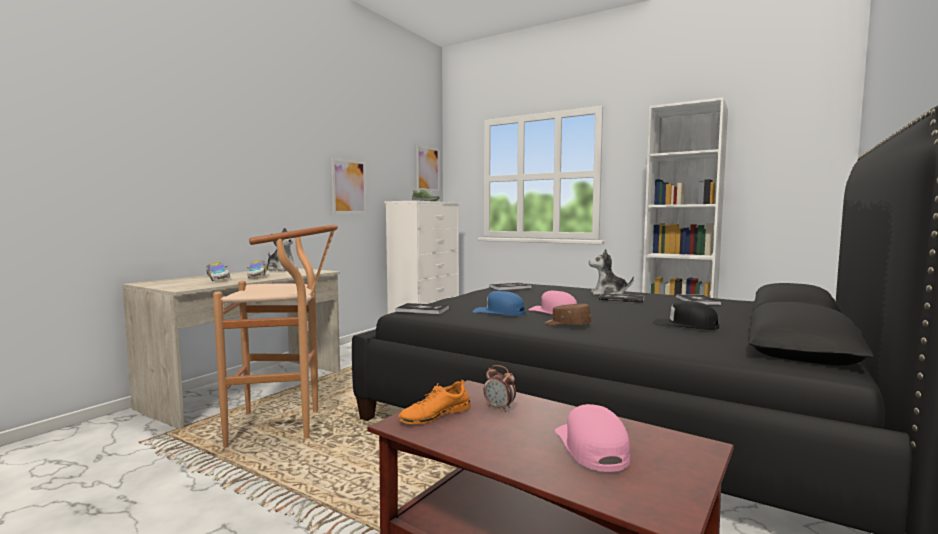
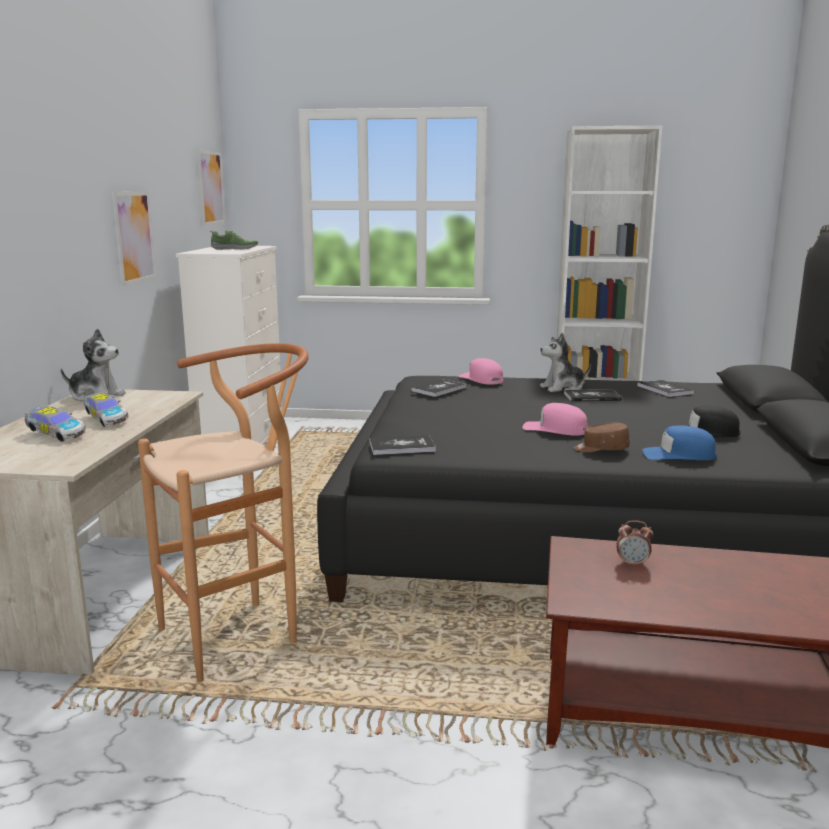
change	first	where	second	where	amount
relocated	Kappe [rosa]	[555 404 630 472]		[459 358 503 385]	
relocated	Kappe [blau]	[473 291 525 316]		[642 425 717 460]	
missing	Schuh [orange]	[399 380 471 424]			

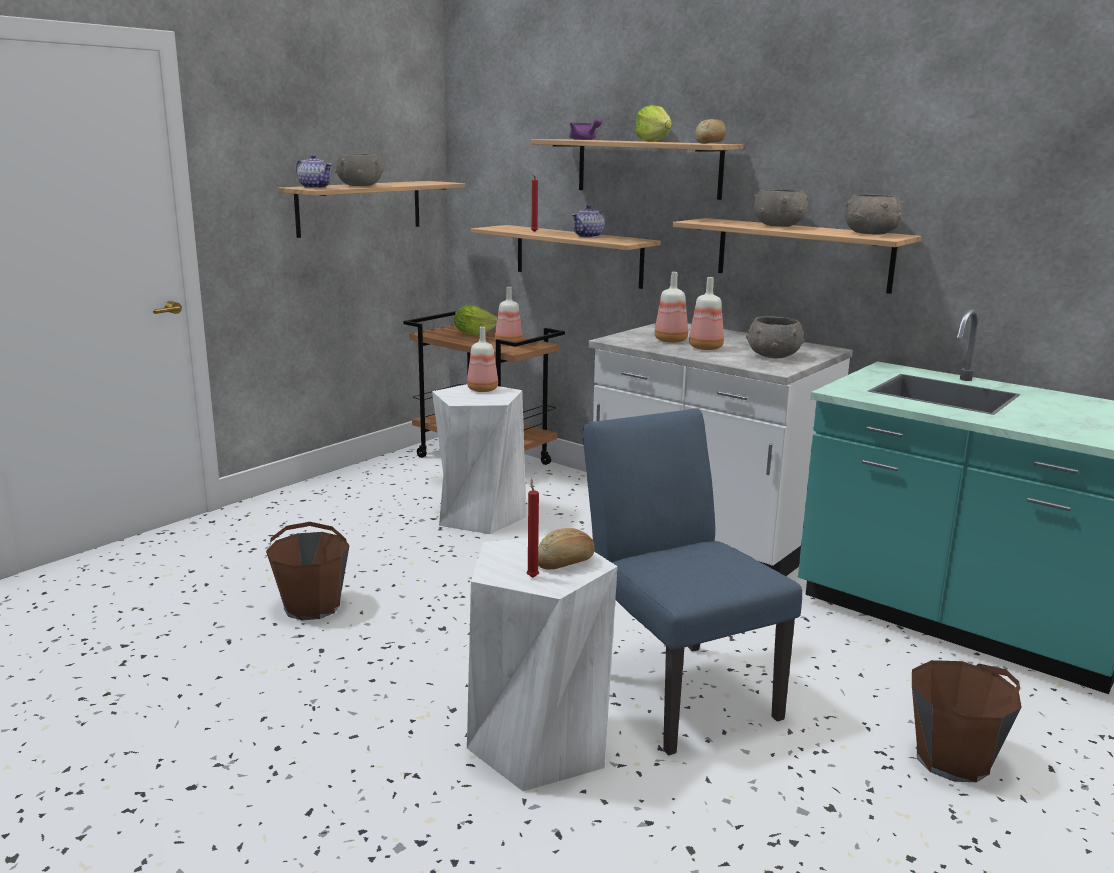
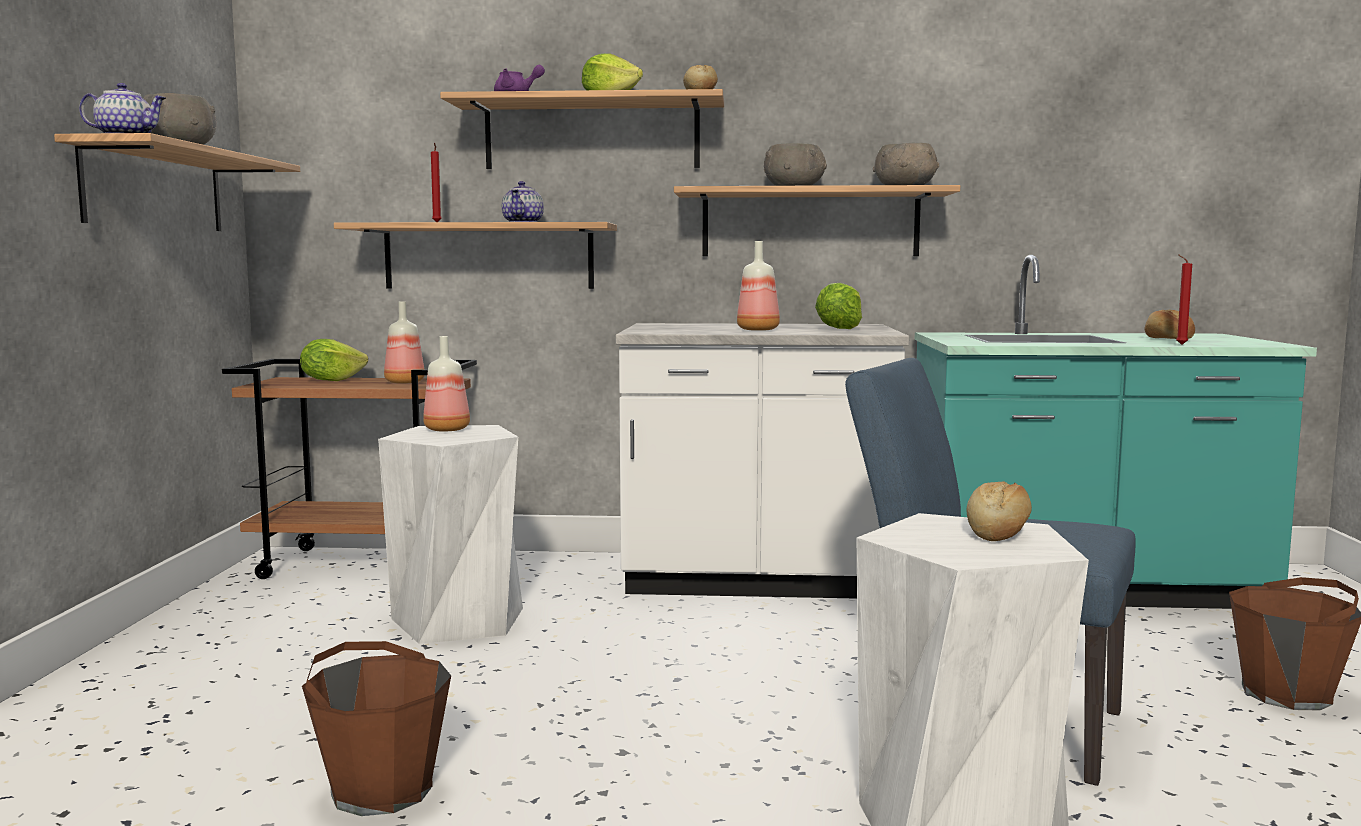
change	first	where	second	where	amount
exchanged	Schüssel [grau]	[746 316 805 358]	Salatkopf	[815 283 862 329]	
appeared			Brot	[1144 310 1195 339]	
relocated	Kerze [rot]	[527 479 539 578]		[1176 254 1192 345]	
missing	Flasche	[655 272 688 343]			

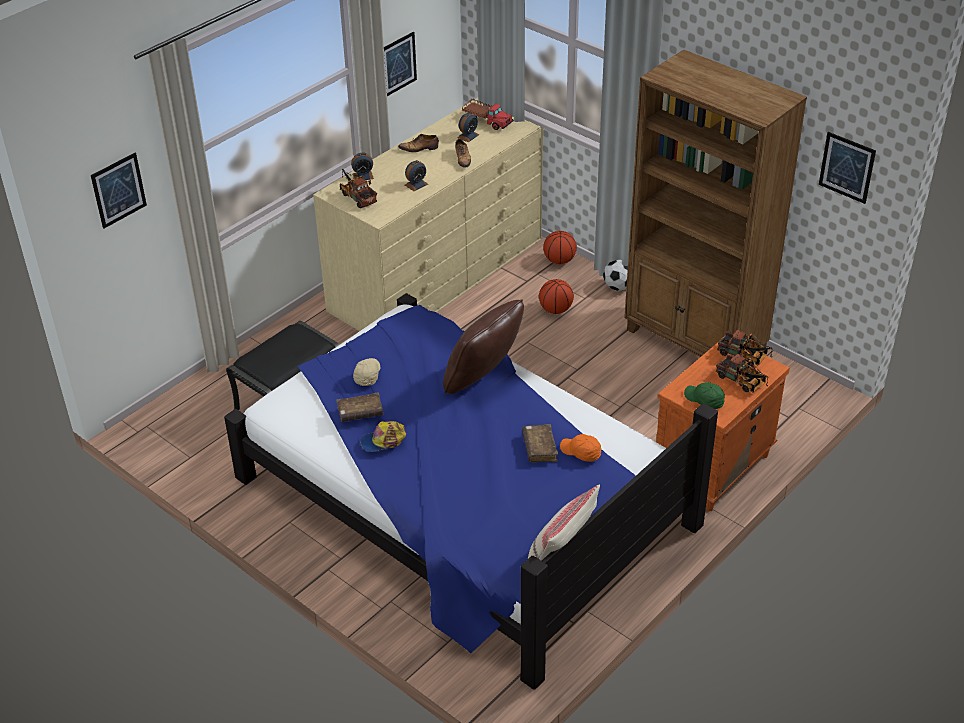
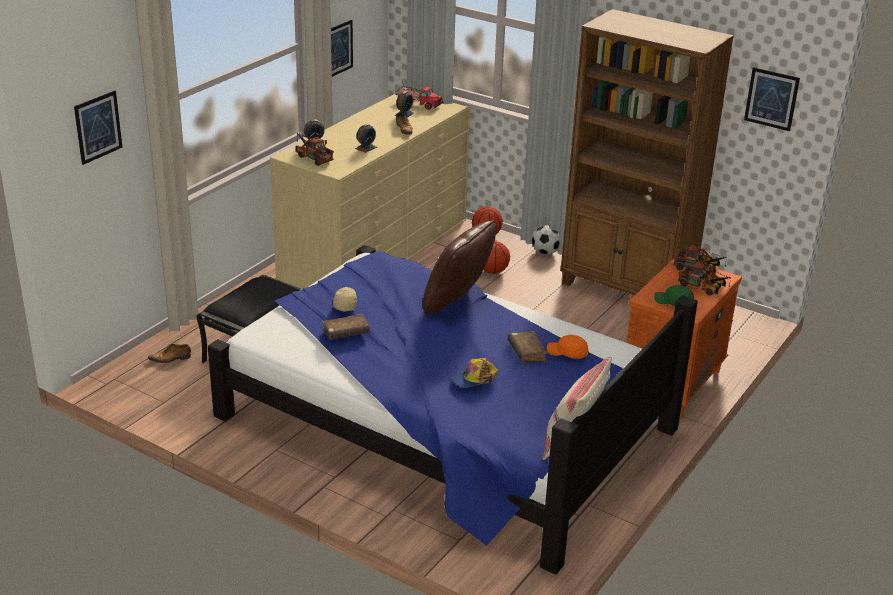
change	first	where	second	where	amount
relocated	Schuh	[398 134 439 152]		[148 344 191 363]	
relocated	Kappe	[360 421 406 452]		[452 358 498 387]	

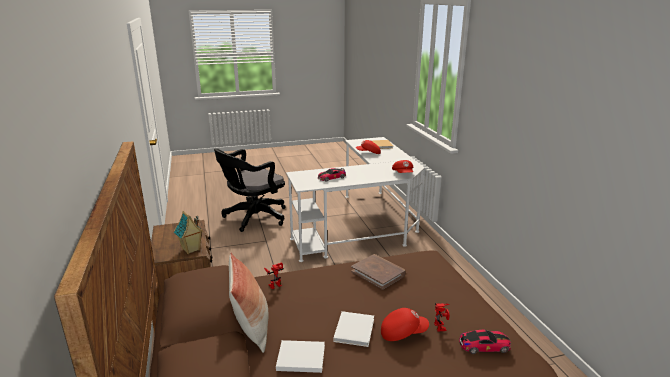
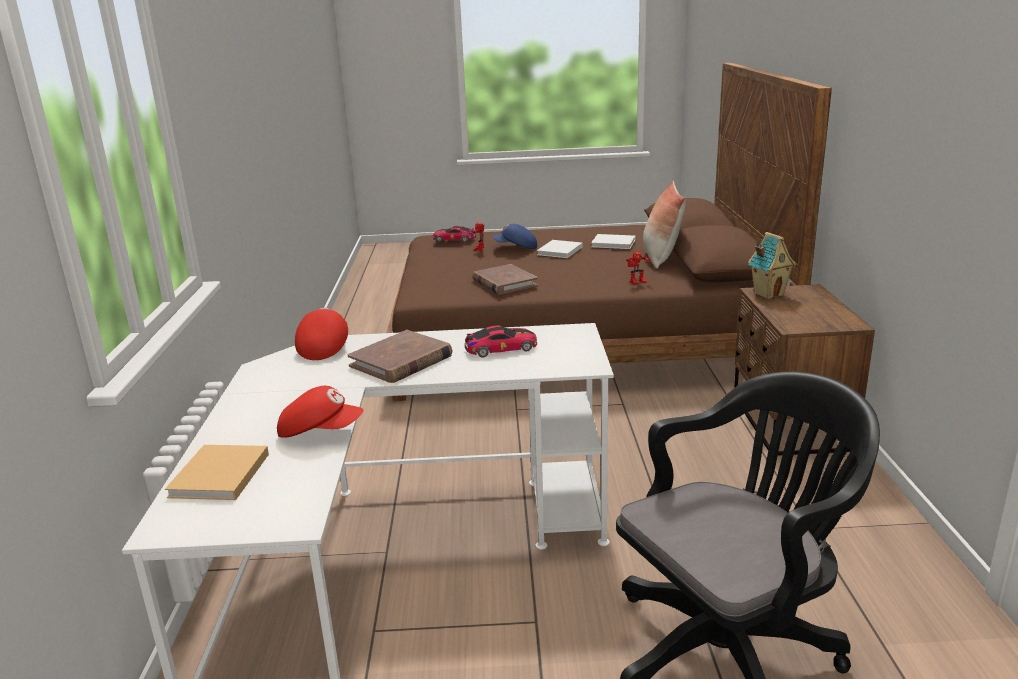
change	first	where	second	where	amount
appeared			Buch [braun]	[347 330 452 383]	
colour	Kappe [rot]	[381 308 429 341]	Kappe [blau]	[493 224 537 249]	

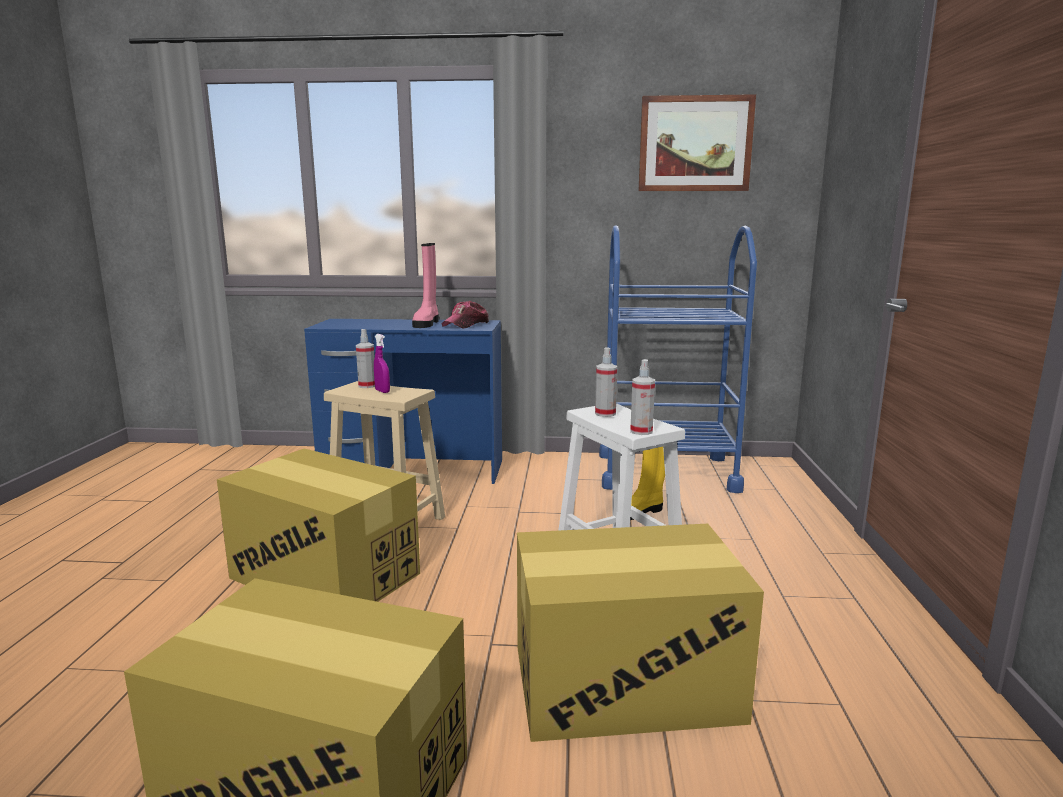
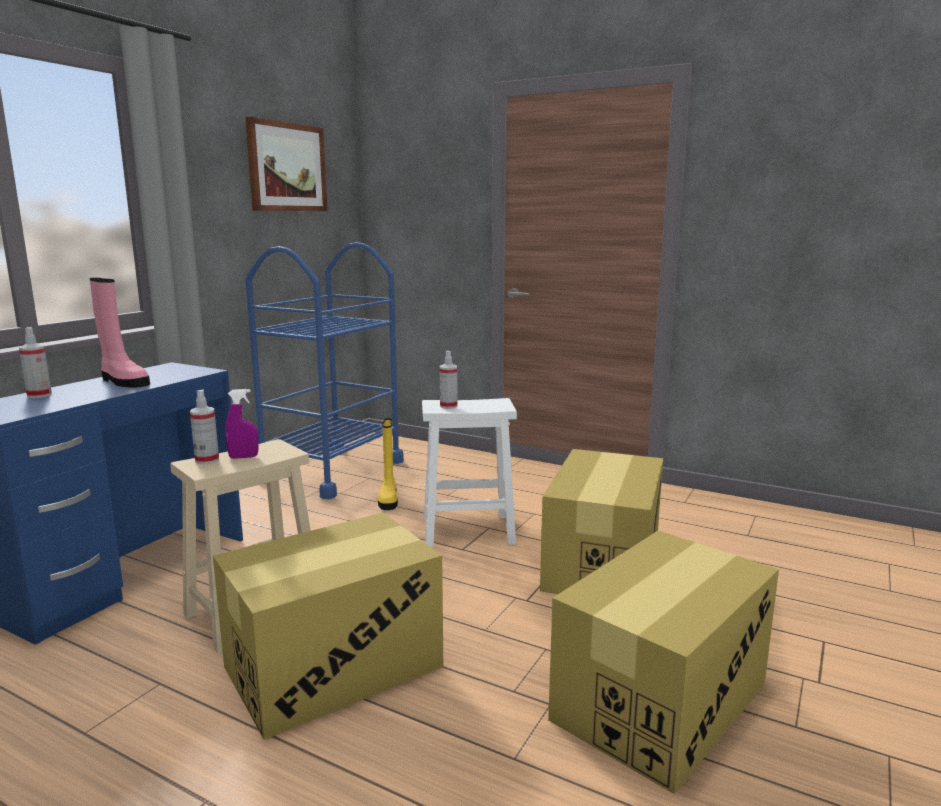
change	first	where	second	where	amount
relocated	Sprühflasche	[630 359 655 435]		[19 327 52 398]	
missing	Kappe	[442 301 489 328]			

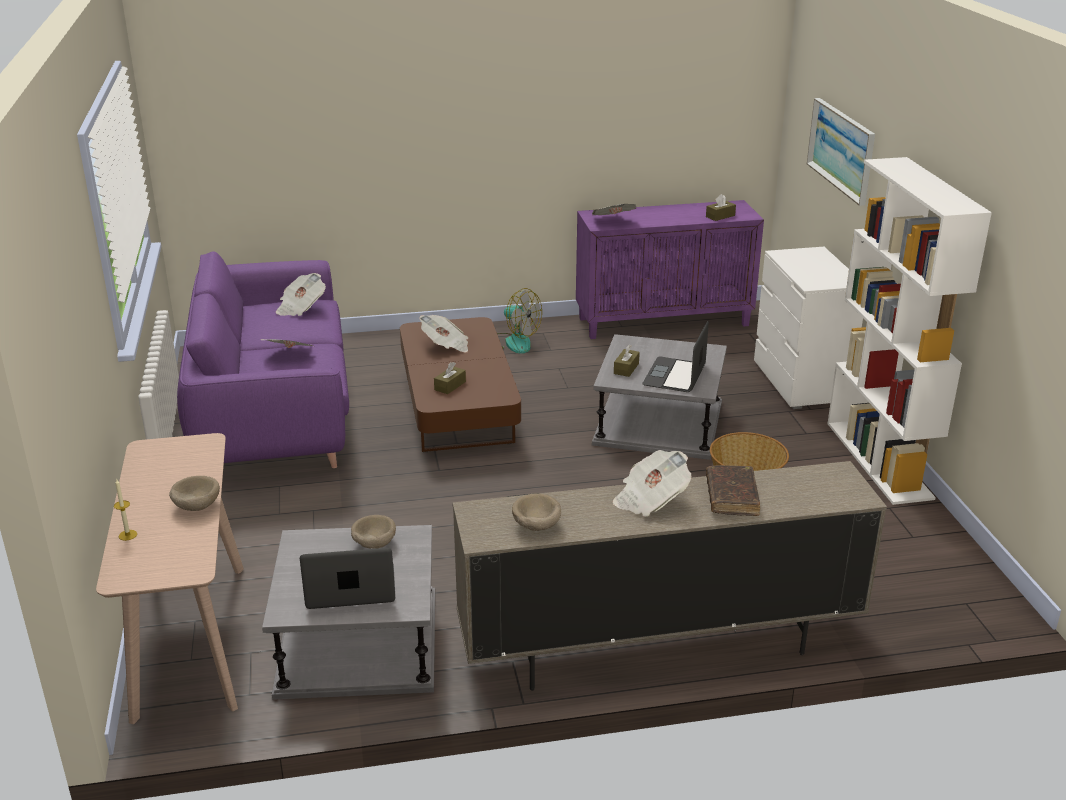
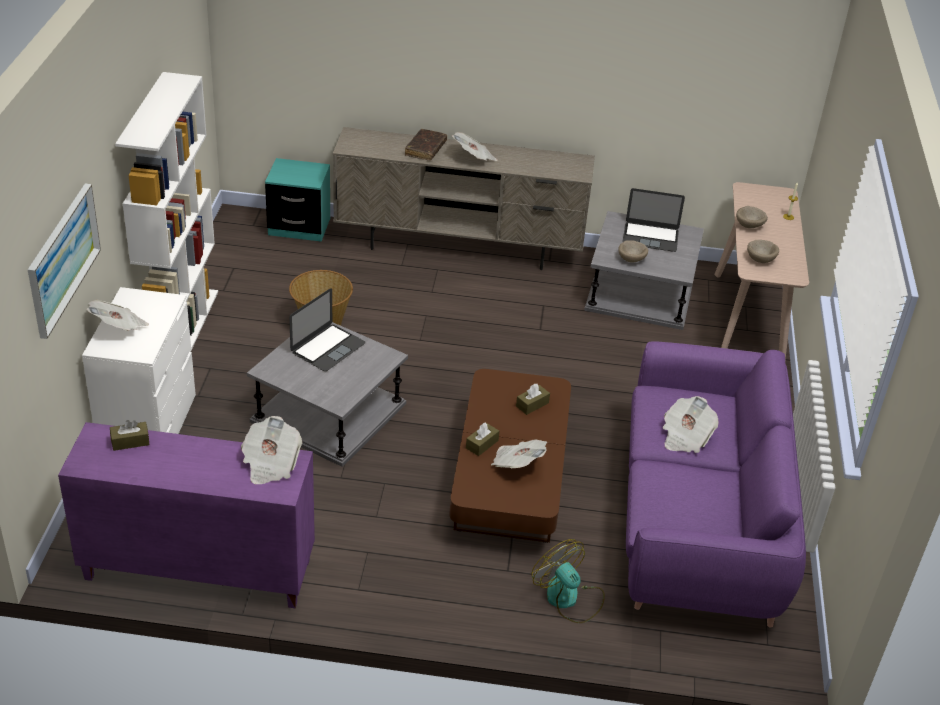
change	first	where	second	where	amount
relocated	Zeitung	[276 273 326 316]		[86 300 149 331]	
appeared			Nachttisch [türkis]	[265 158 330 242]	
relocated	Taschentuchbox [braun]	[614 345 640 377]		[466 423 499 456]	
relocated	Ventilator	[497 288 542 354]		[531 539 605 623]	
relocated	Schüssel [beige]	[512 493 561 531]		[747 240 779 263]	

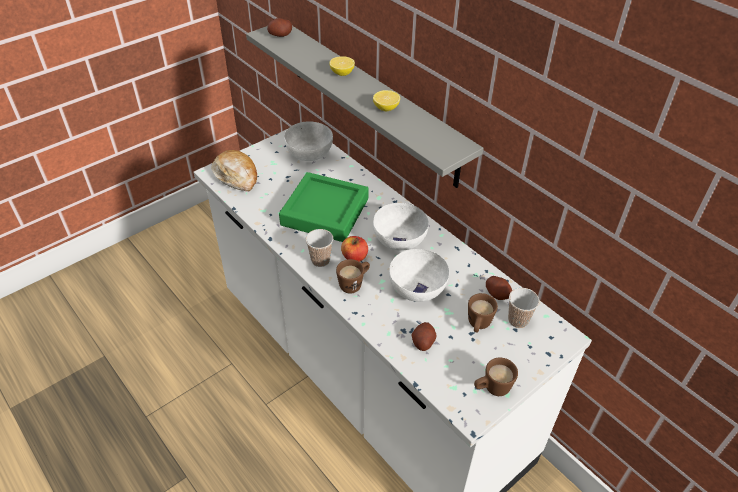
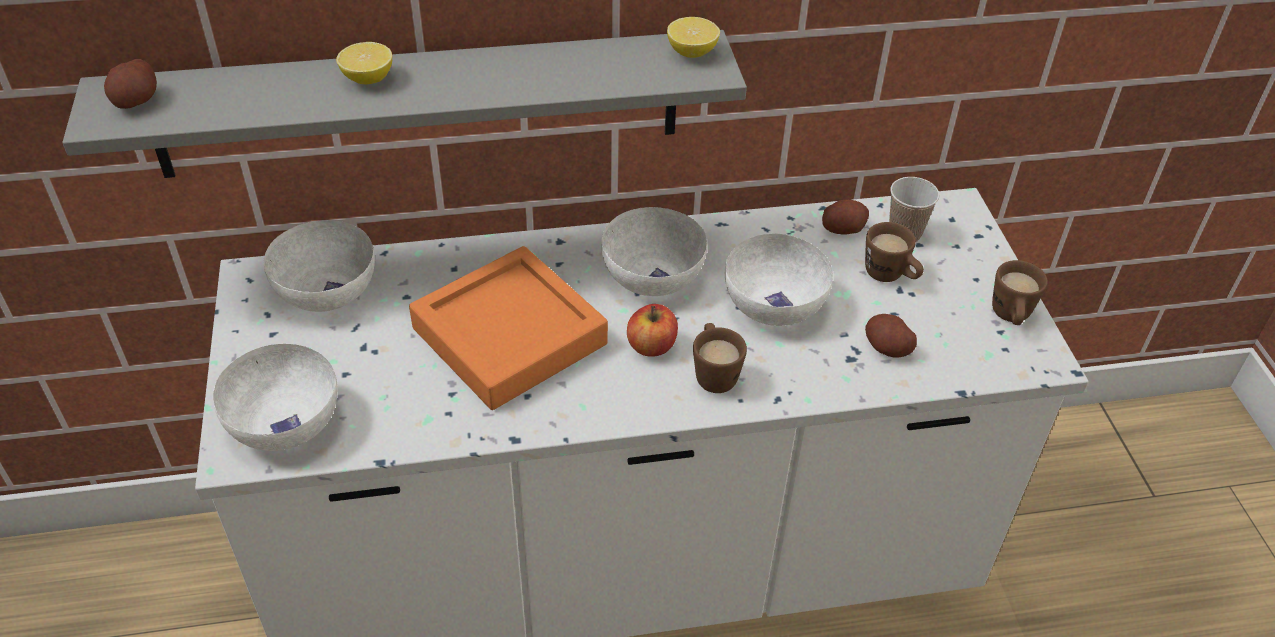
change	first	where	second	where	amount
exchanged	Brot	[212 150 257 191]	Schüssel [weiß]	[213 344 338 451]	
colour	Tablett [grün]	[279 172 369 242]	Tablett [orange]	[409 246 608 410]	
relocated	Zitrone	[373 90 400 111]		[667 17 720 58]	
missing	Tasse	[306 229 333 267]			

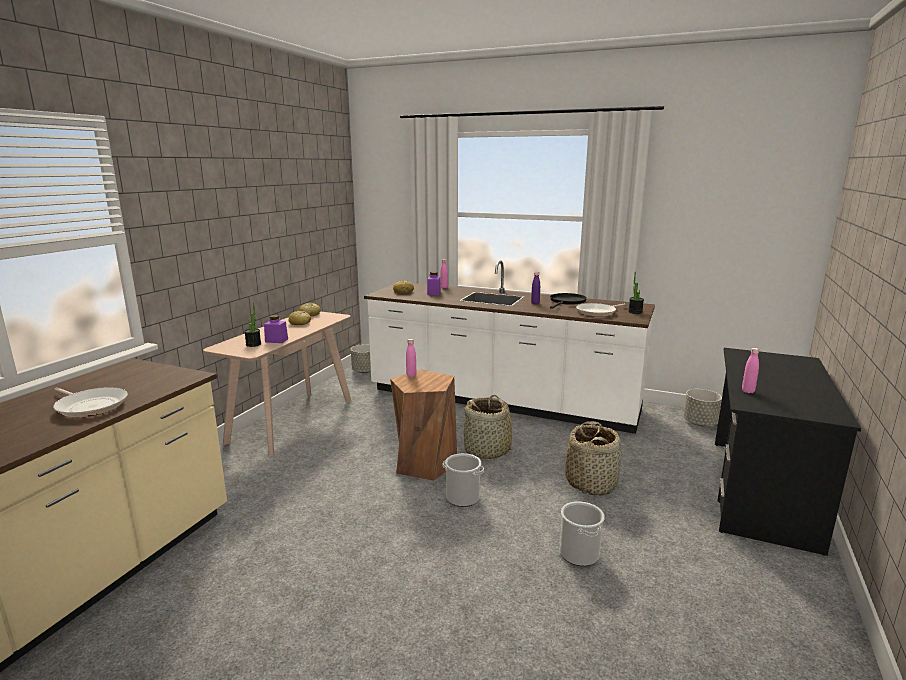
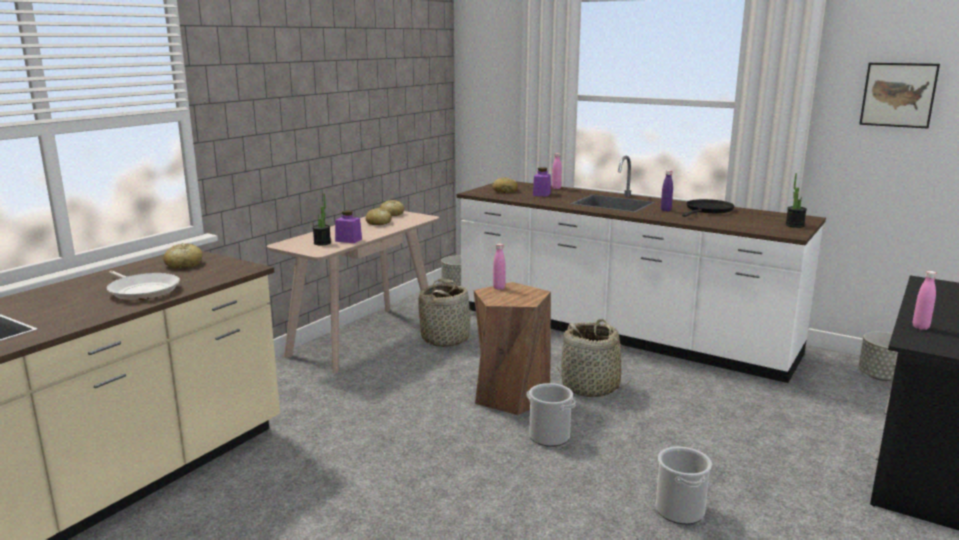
change	first	where	second	where	amount
appeared			Brot	[163 243 203 268]	
relocated	Korb	[565 421 622 495]		[418 279 471 347]	
appeared			Bild	[859 63 940 129]	
missing	Pfanne	[576 303 626 317]			

